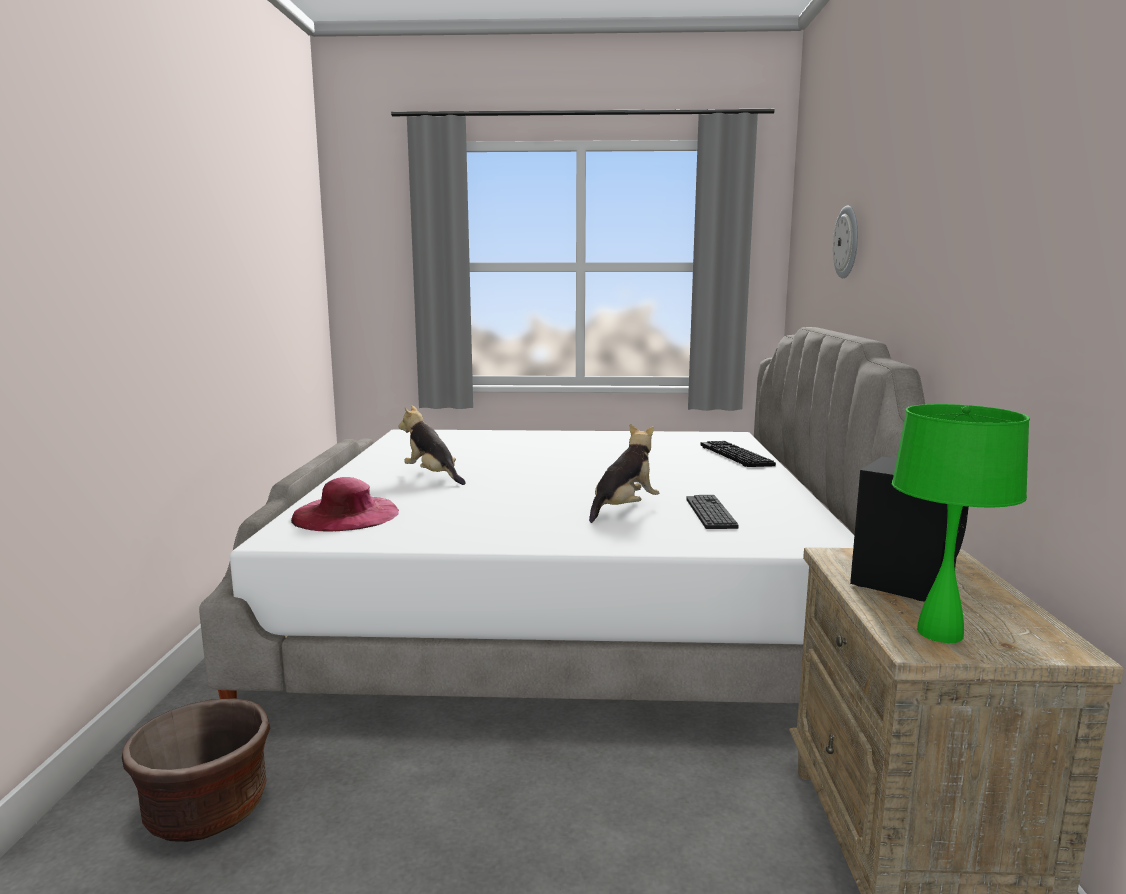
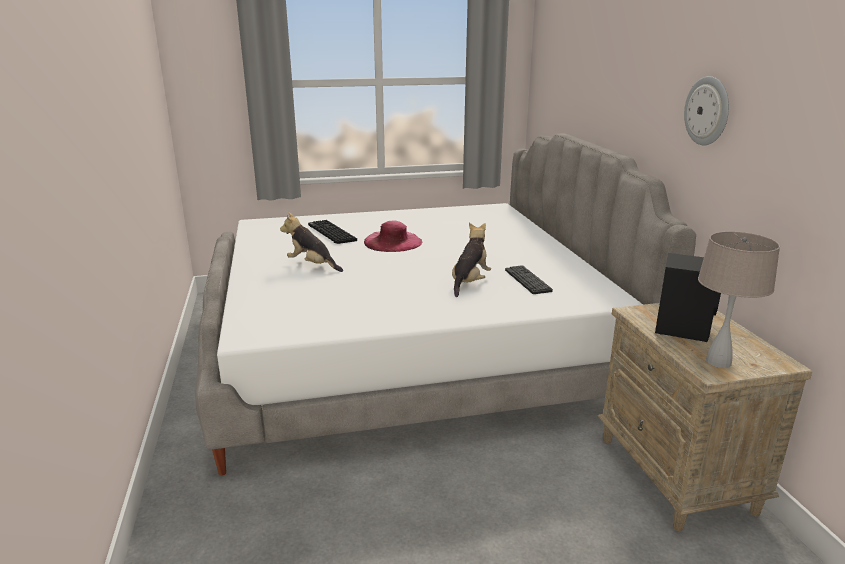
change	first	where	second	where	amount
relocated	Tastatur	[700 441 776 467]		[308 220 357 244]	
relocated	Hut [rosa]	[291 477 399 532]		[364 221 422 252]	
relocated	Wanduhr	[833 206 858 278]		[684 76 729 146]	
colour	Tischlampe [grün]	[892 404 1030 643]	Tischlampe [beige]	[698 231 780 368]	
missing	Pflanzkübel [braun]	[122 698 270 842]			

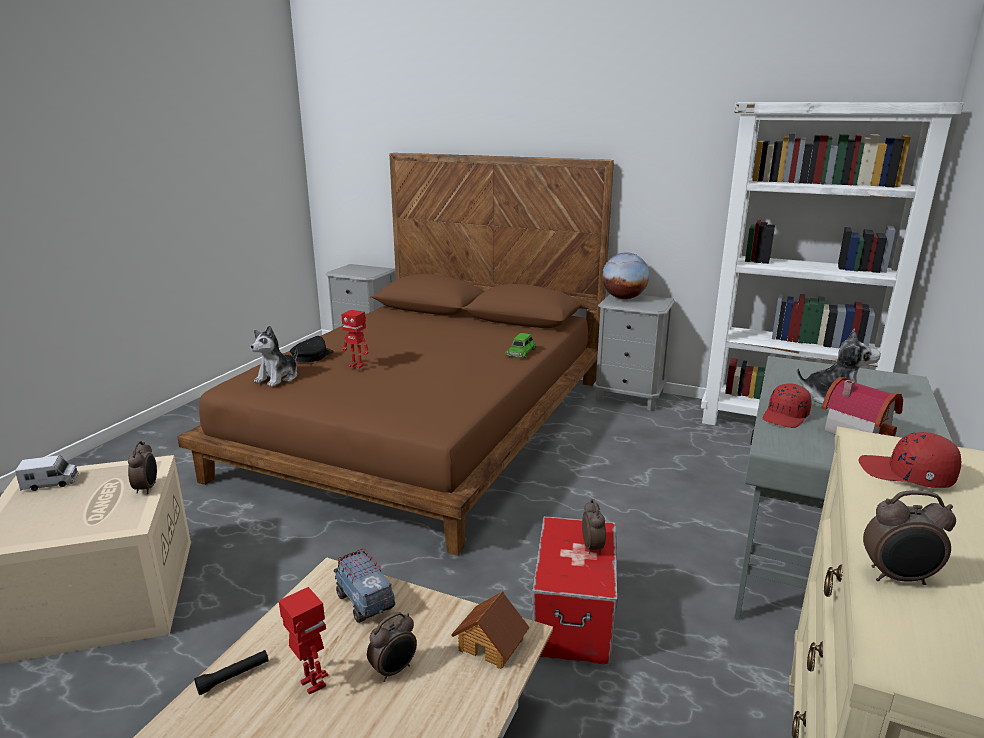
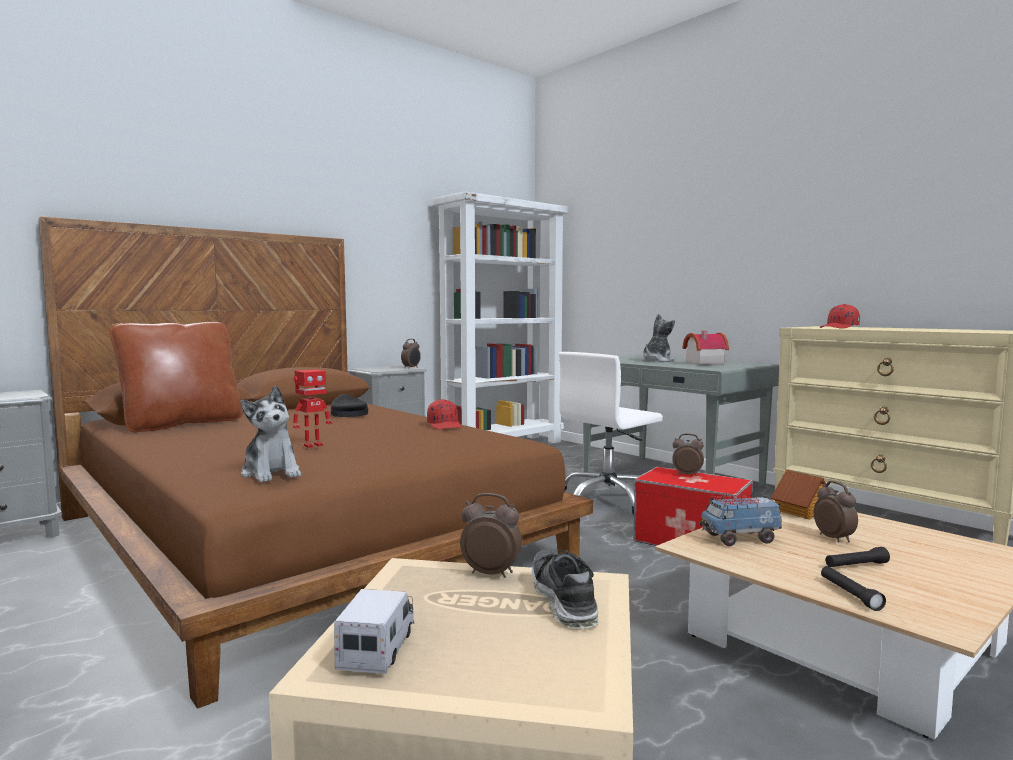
change	first	where	second	where	amount
appeared			Kissen [braun]	[110 322 242 432]	
relocated	Kappe [schwarz]	[290 336 334 362]		[329 394 368 417]	
relocated	Wecker	[863 490 956 585]		[401 339 421 368]	
relocated	Kappe [rot]	[763 384 812 428]		[427 399 462 430]	
appeared			Schuh	[532 550 600 629]	
appeared			Bürostuhl [weiß]	[559 352 663 515]	
exchanged	Spielzeugroboter	[279 587 328 695]	Taschenlampe [schwarz]	[825 547 890 567]	
missing	Spielzeugauto [grün]	[505 333 536 358]			
missing	Globus	[602 252 649 299]			

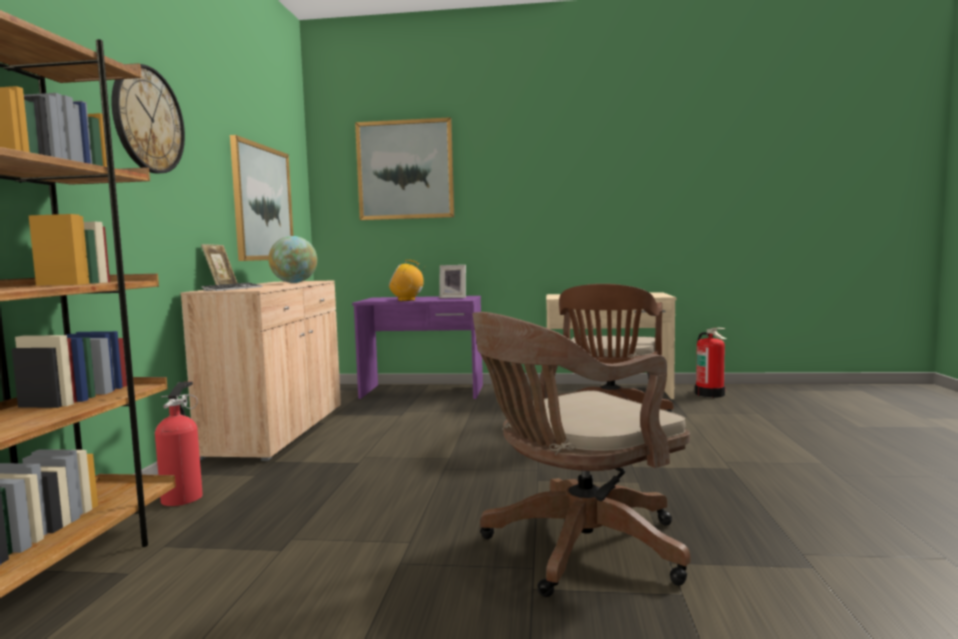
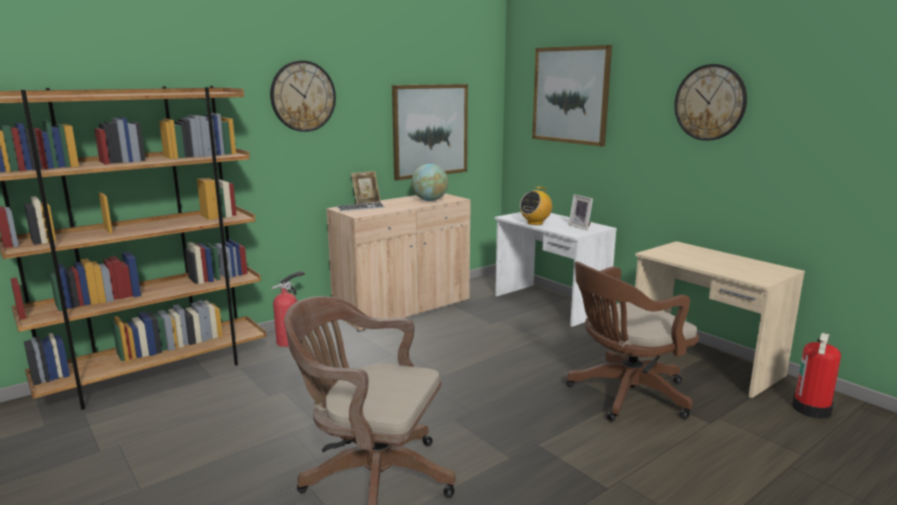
change	first	where	second	where	amount
colour	Schreibtisch [lila]	[352 296 483 399]	Schreibtisch [weiß]	[494 212 617 327]	
spun	Radio	[389 260 425 301]		[520 186 552 225]	90 degrees counterclockwise
appeared			Wanduhr	[675 64 747 141]	

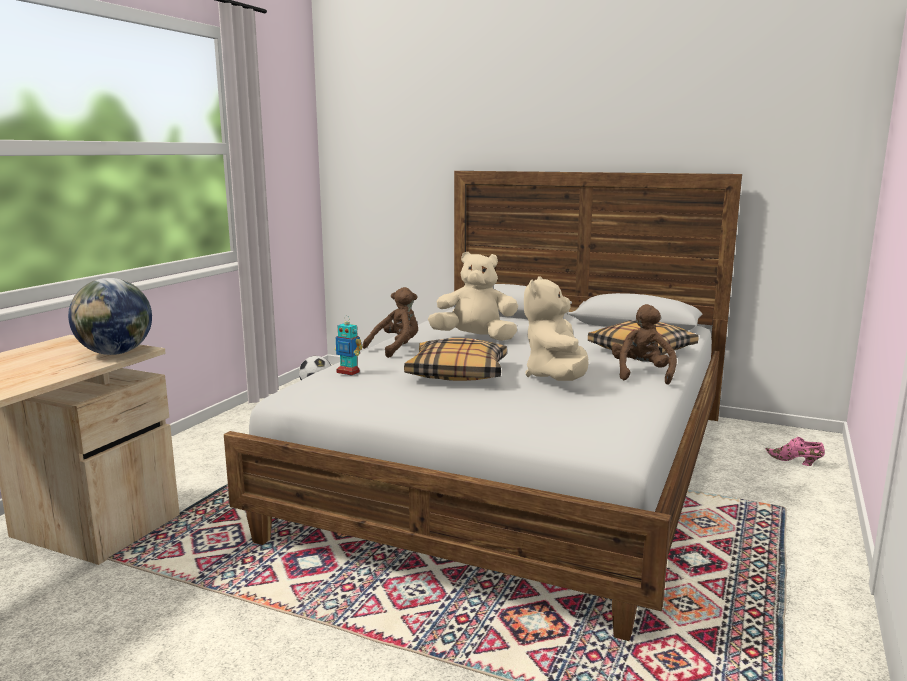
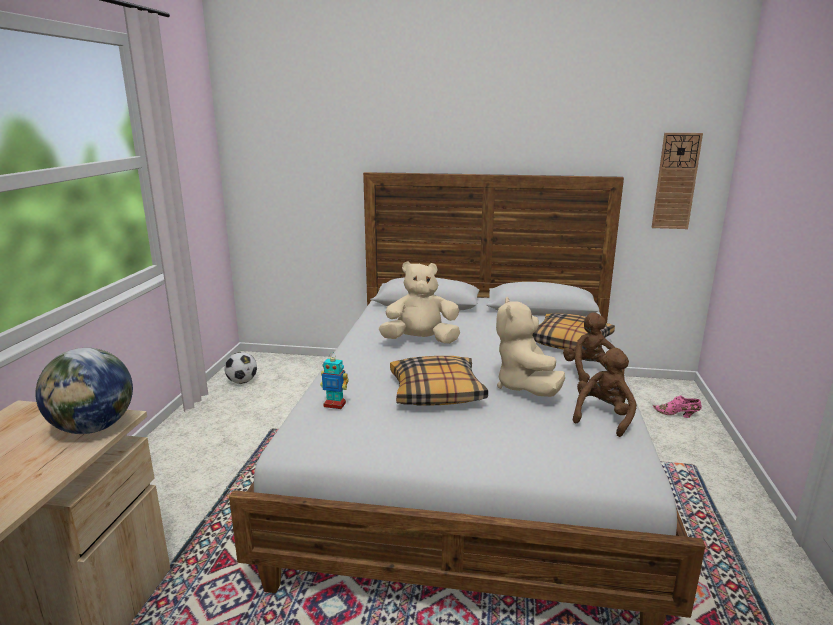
change	first	where	second	where	amount
relocated	Plüschtier [braun]	[362 287 418 358]		[573 348 637 437]	
appeared			Wanduhr	[651 133 703 229]	

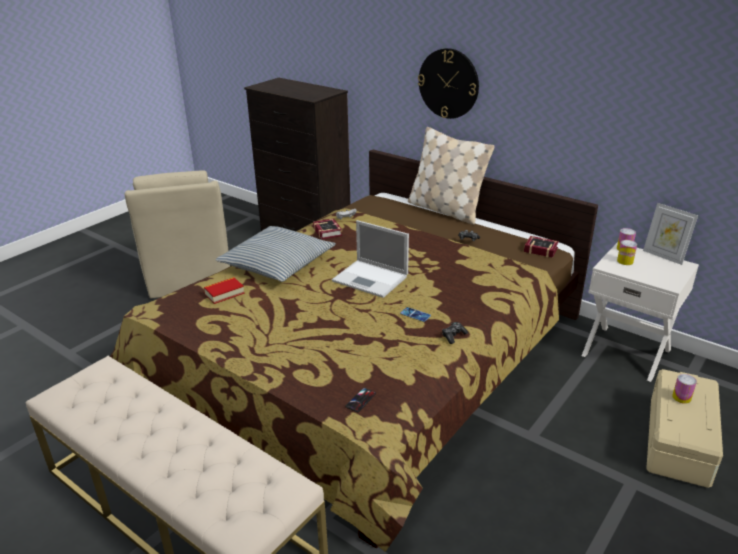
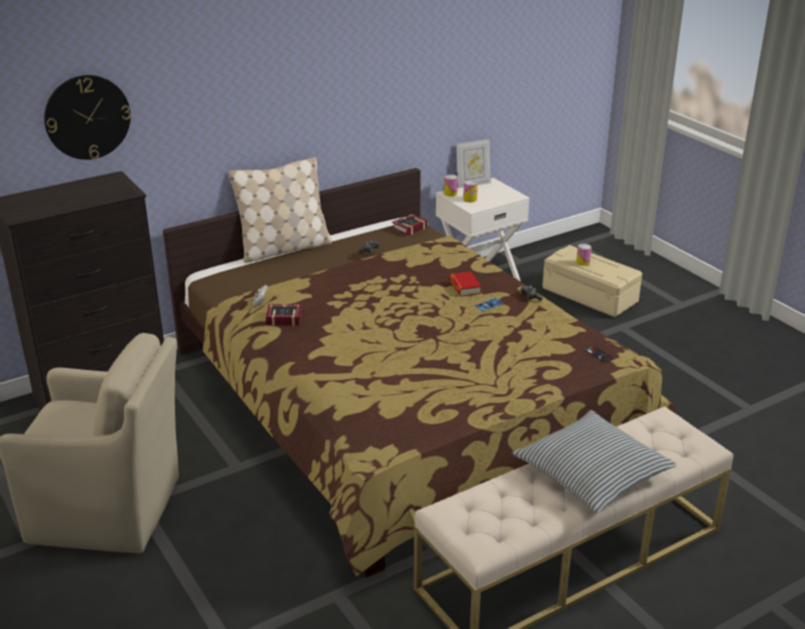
change	first	where	second	where	amount
relocated	Wanduhr	[418 48 479 119]		[44 75 131 160]	
relocated	Buch	[204 277 245 304]		[449 271 481 297]	
relocated	Kissen	[215 226 336 282]		[512 410 677 513]	
missing	Laptop	[332 220 409 298]			

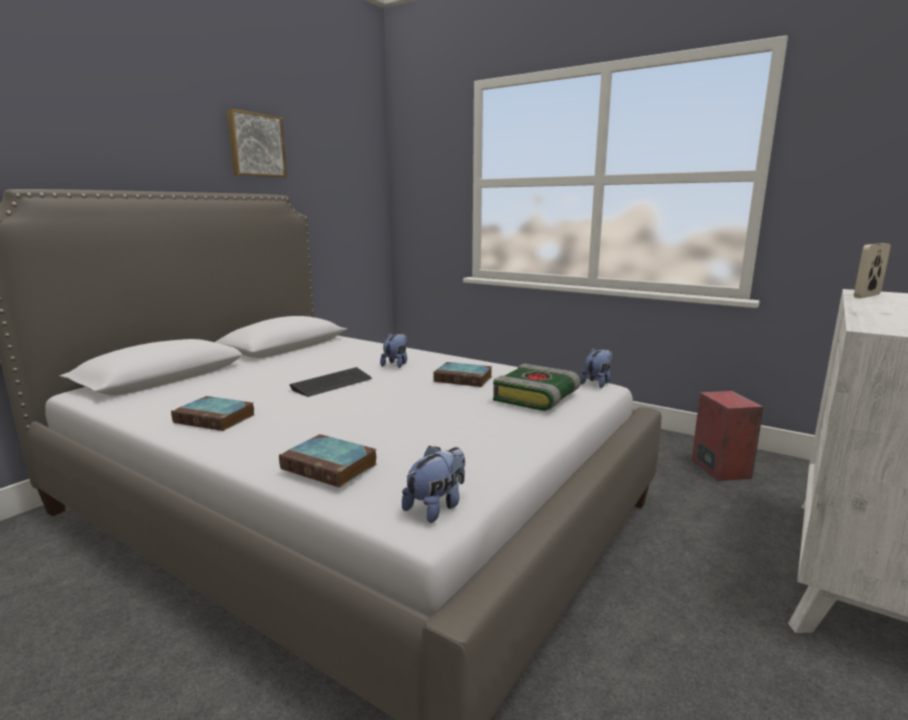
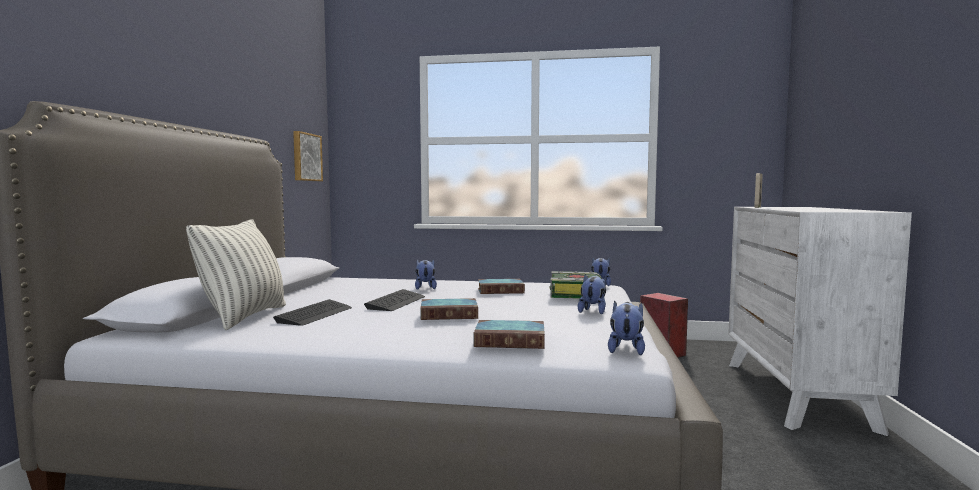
change	first	where	second	where	amount
appeared			Kissen	[186 219 286 330]	
appeared			Tastatur	[273 299 352 326]	
relocated	Bild	[227 109 287 178]		[293 131 323 181]	
relocated	Buch	[171 396 254 431]		[420 298 478 320]	
appeared			Plüschtier	[578 275 606 314]	

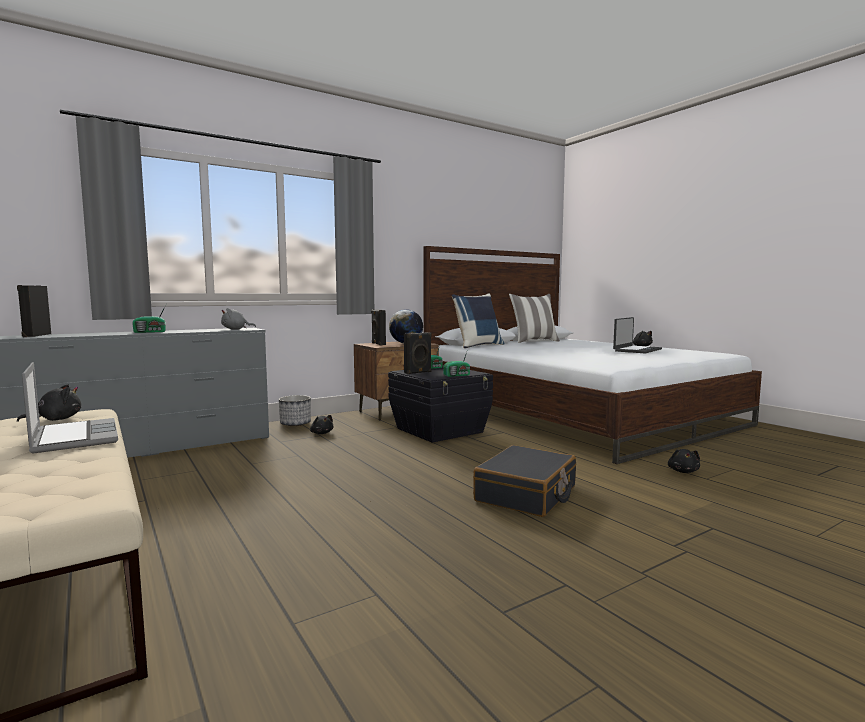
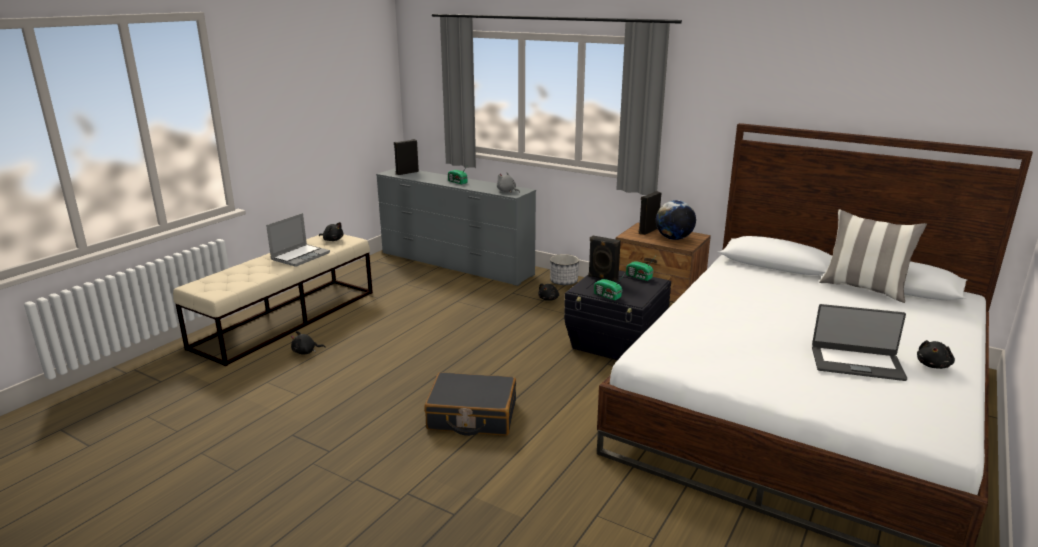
change	first	where	second	where	amount
relocated	Plüschtier [schwarz]	[668 449 700 473]		[291 331 326 355]	
missing	Kissen [blau]	[452 294 505 349]			

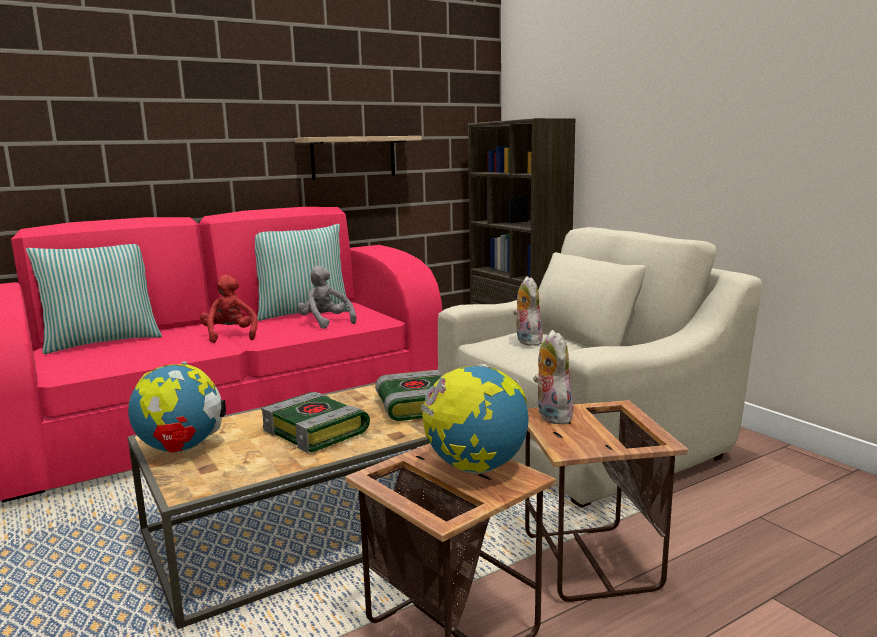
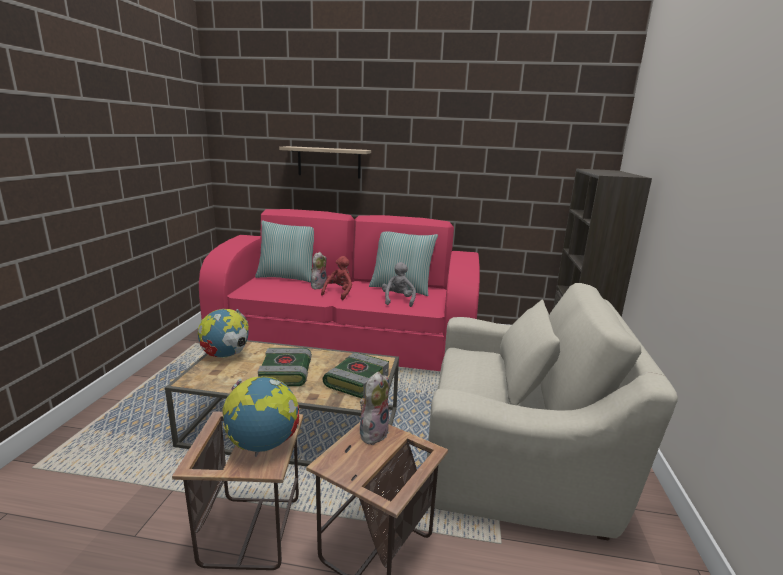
change	first	where	second	where	amount
relocated	Wandregal	[295 136 422 180]		[279 146 371 178]	
relocated	Plüschtier	[513 276 543 346]		[311 252 327 289]	

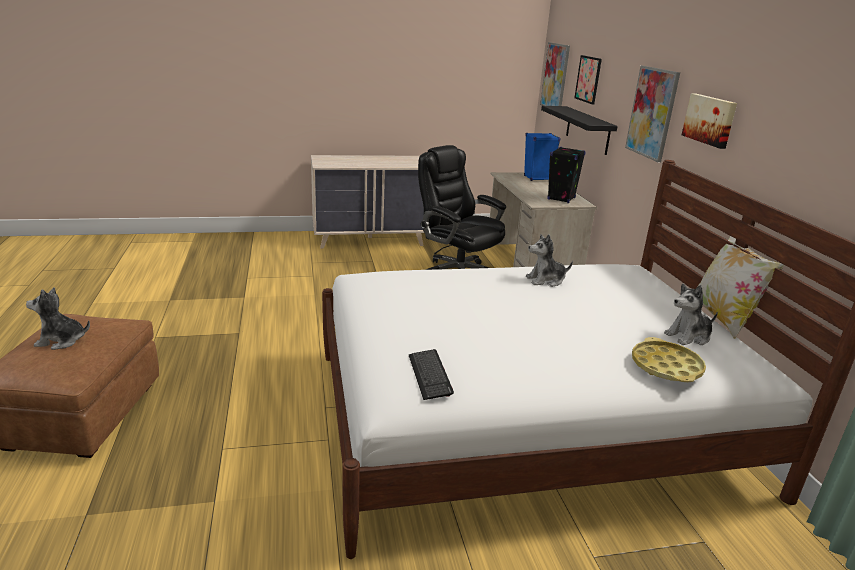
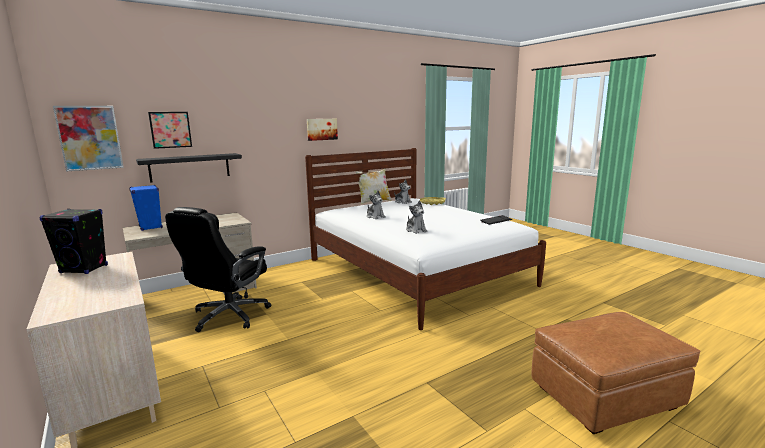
change	first	where	second	where	amount
relocated	Lautsprecher [schwarz]	[547 147 586 203]		[39 209 108 274]	
relocated	Plüschtier	[26 287 90 350]		[406 200 428 234]	
missing	Bild	[625 66 680 162]			

